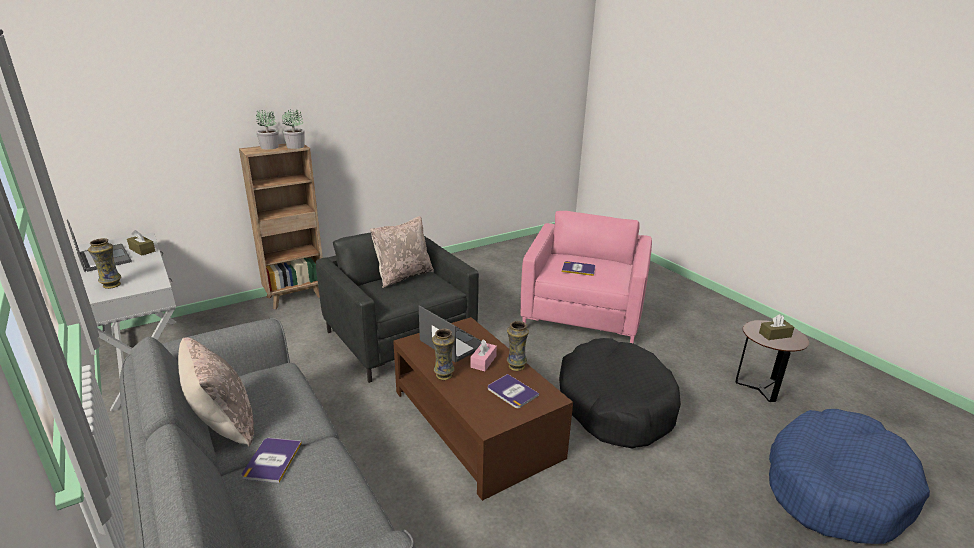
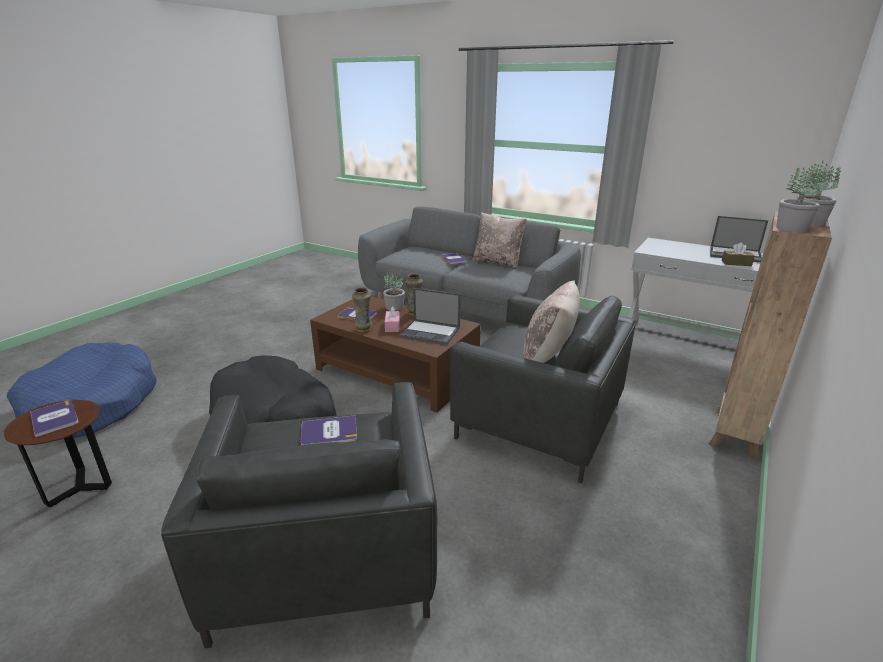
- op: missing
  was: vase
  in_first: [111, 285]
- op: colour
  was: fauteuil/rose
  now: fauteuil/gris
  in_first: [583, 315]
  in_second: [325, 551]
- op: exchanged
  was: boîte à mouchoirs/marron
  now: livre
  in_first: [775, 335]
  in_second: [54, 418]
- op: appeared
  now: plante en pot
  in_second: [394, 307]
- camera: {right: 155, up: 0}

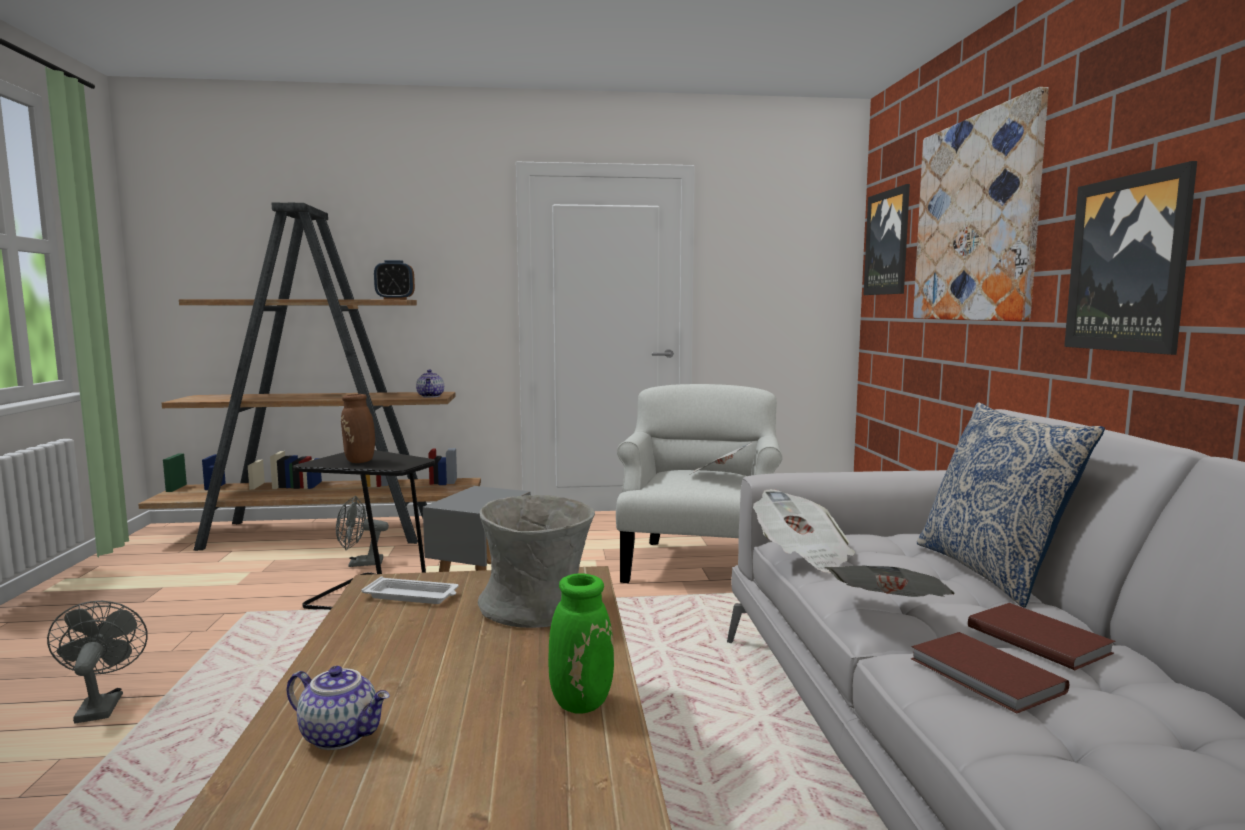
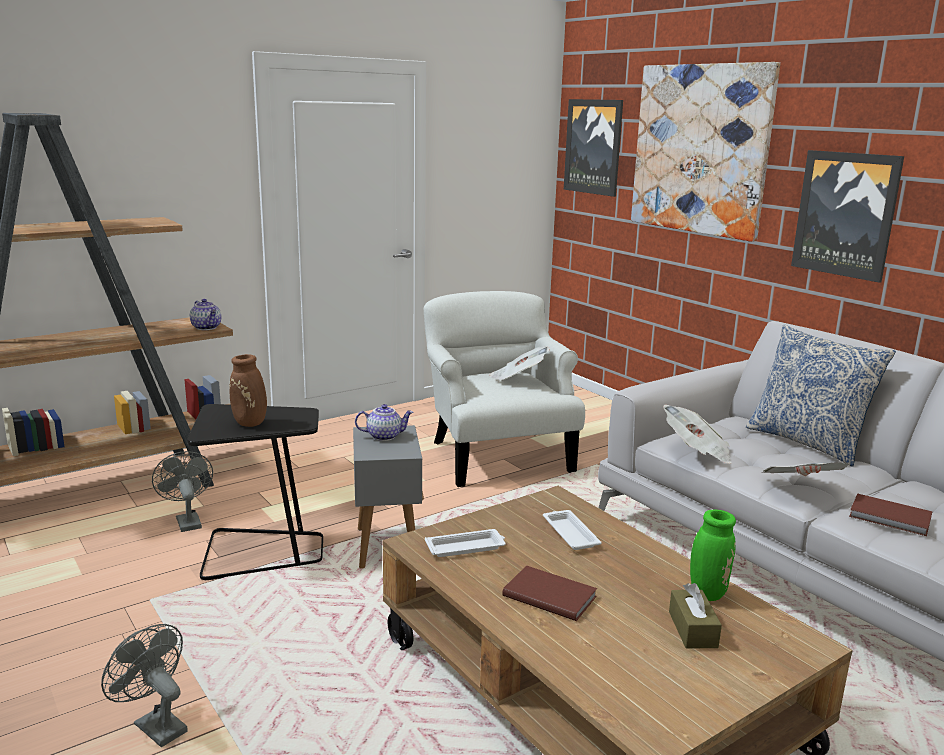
- op: relocated
  was: théière
  in_first: [341, 735]
  in_second: [384, 436]
- op: spun
  was: ventilateur/gris
  in_first: [360, 564]
  in_second: [187, 521]
  clockwise: 105
- op: missing
  was: réveil
  in_first: [395, 299]
- op: exchanged
  was: vase/gris
  now: plateau/blanc
  in_first: [537, 607]
  in_second: [569, 533]
- op: relocated
  was: livre/marron
  in_first: [1038, 638]
  in_second: [549, 595]
- op: appeared
  now: boîte à mouchoirs/marron
  in_second: [692, 629]
- camera: {right: -30, up: 10}

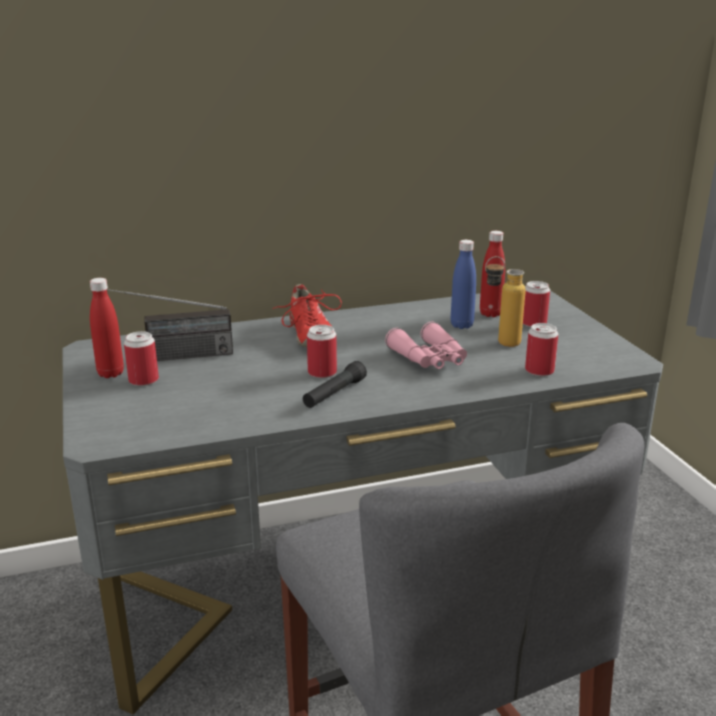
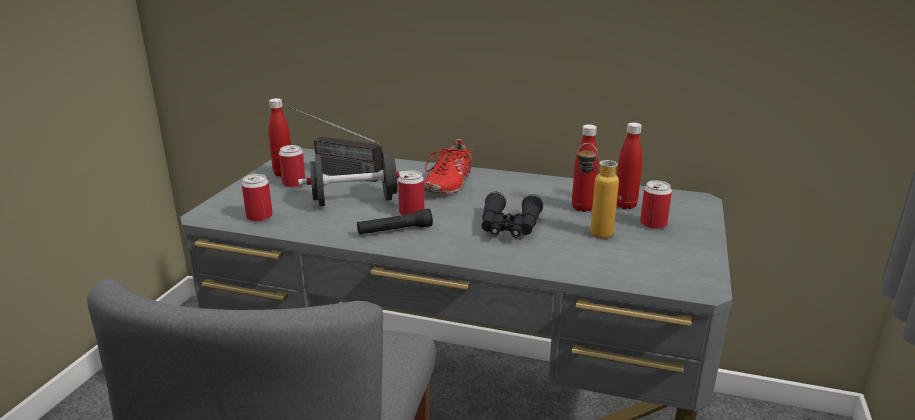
- op: colour
  was: jumelles/rose
  now: jumelles/noir
  in_first: [430, 359]
  in_second: [509, 227]
- op: colour
  was: bouteille/bleu
  now: bouteille/rouge
  in_first: [461, 325]
  in_second: [582, 208]
- op: relocated
  was: boîte métallique
  in_first: [539, 371]
  in_second: [259, 217]
- op: appeared
  now: haltère/noir
  in_second: [355, 201]
- camera: {right: 35, up: 0}

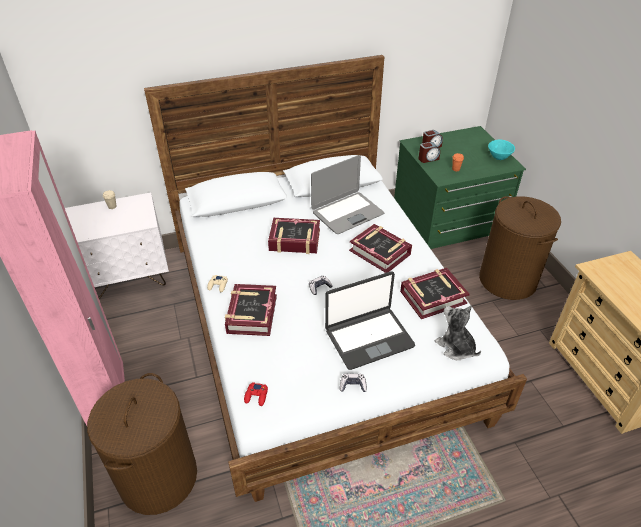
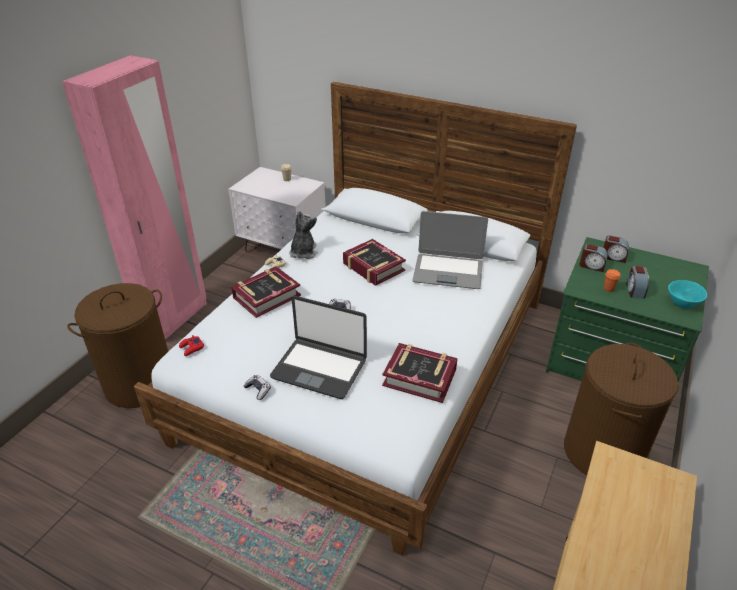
- op: missing
  was: livre
  in_first: [380, 252]
- op: relocated
  was: peluche
  in_first: [455, 347]
  in_second: [303, 252]
- op: appeared
  now: réveil
  in_second: [634, 290]
- camera: {right: 45, up: -5}

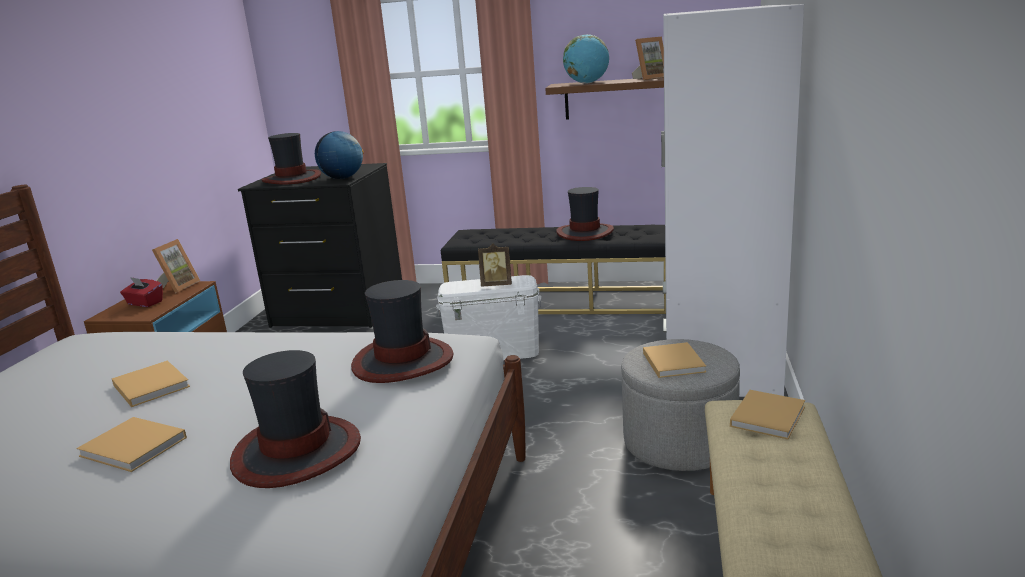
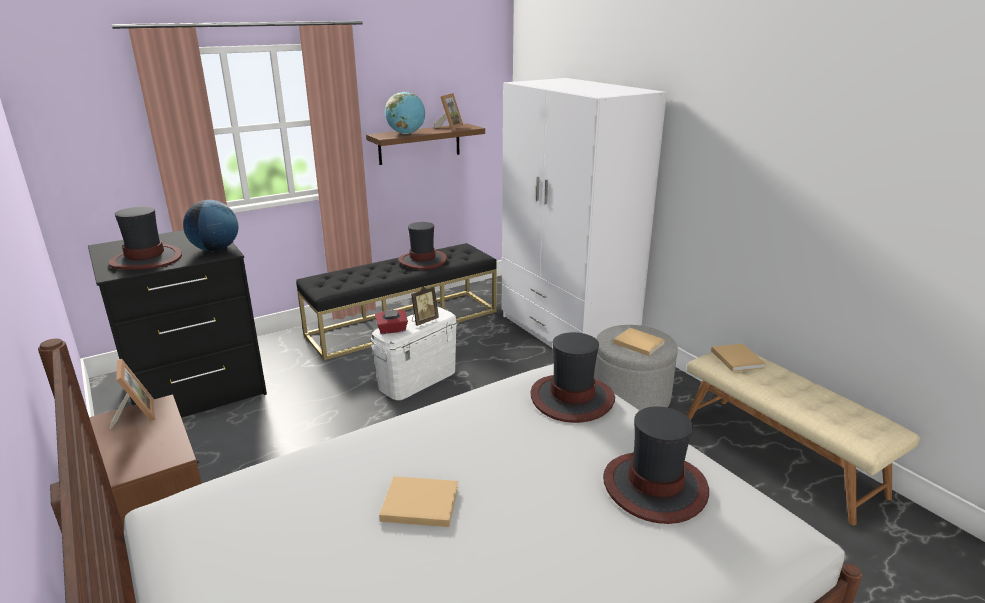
- op: missing
  was: livre/beige
  in_first: [135, 447]
- op: relocated
  was: boîte à mouchoirs/rouge
  in_first: [144, 303]
  in_second: [392, 330]
- camera: {right: -45, up: 5}

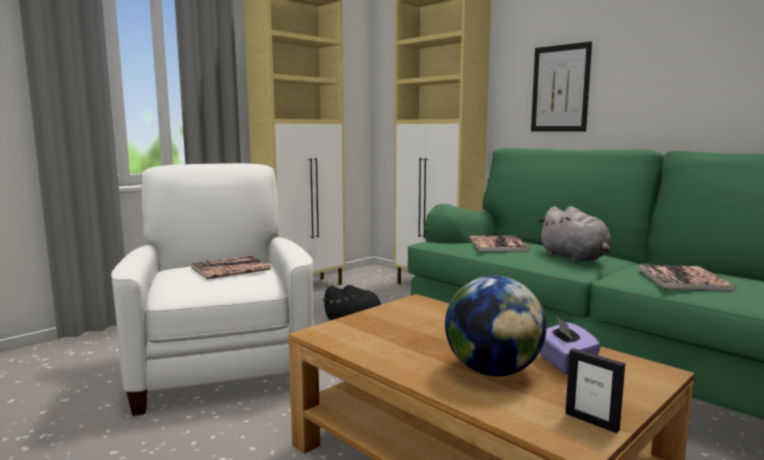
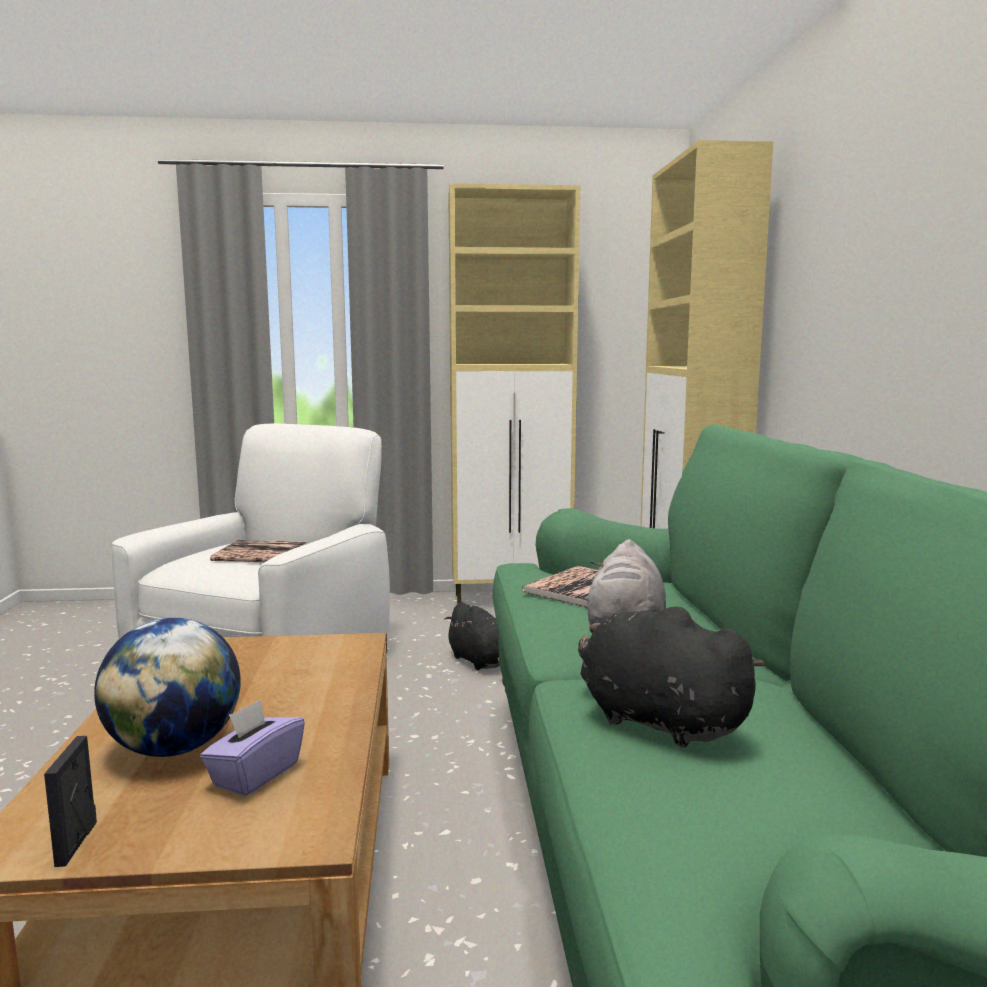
- op: missing
  was: tableau
  in_first: [560, 88]
- op: exchanged
  was: livre
  now: peluche/noir
  in_first: [683, 279]
  in_second: [655, 721]
- camera: {right: 40, up: 0}

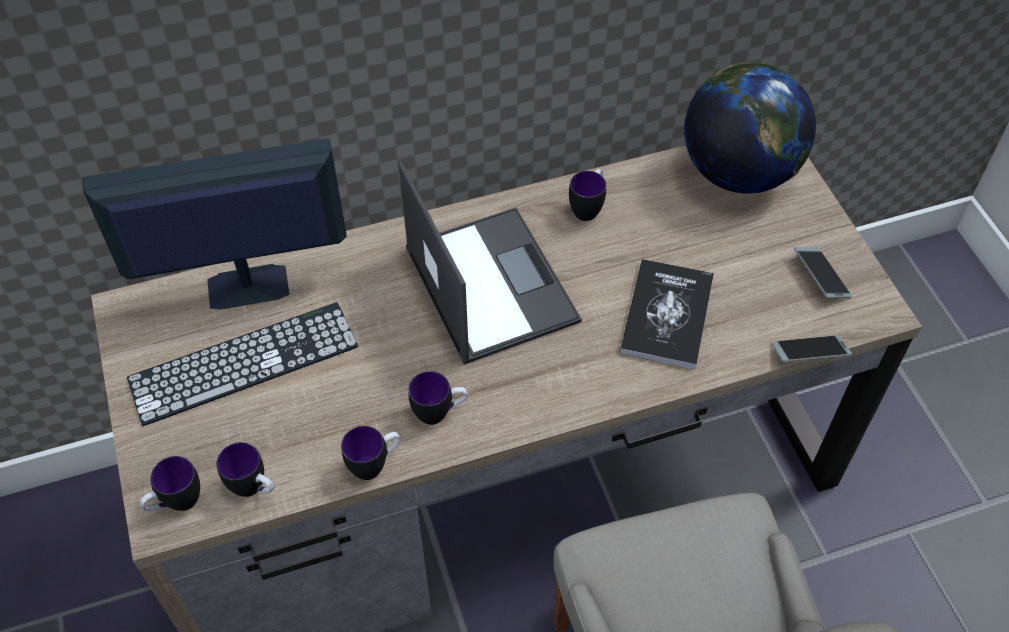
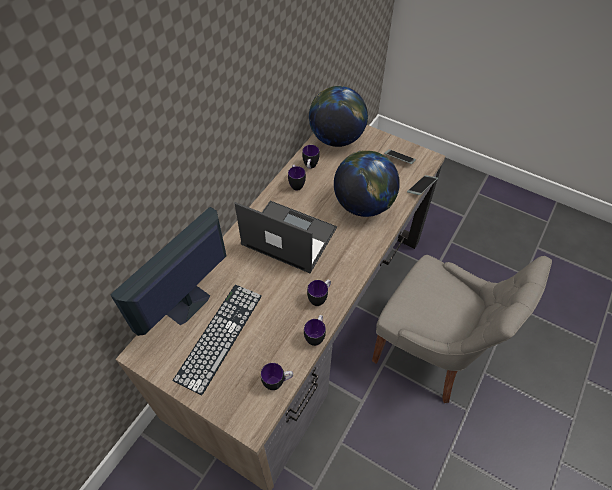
- op: relocated
  was: mug
  in_first: [176, 504]
  in_second: [310, 167]
- op: exchanged
  was: livre
  now: globe
  in_first: [667, 315]
  in_second: [363, 205]
- camera: {right: -40, up: 0}

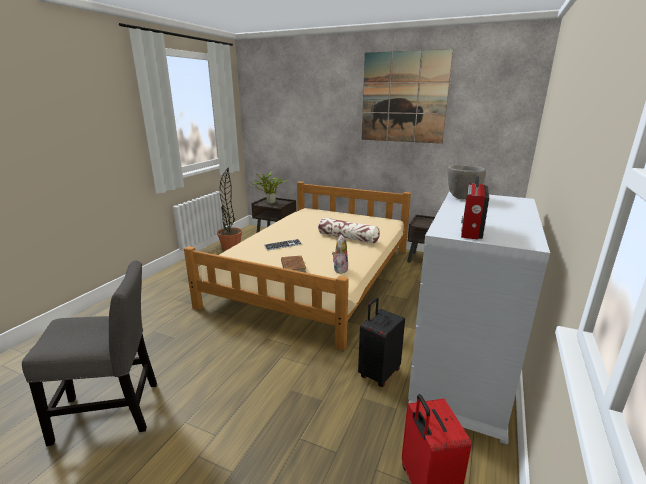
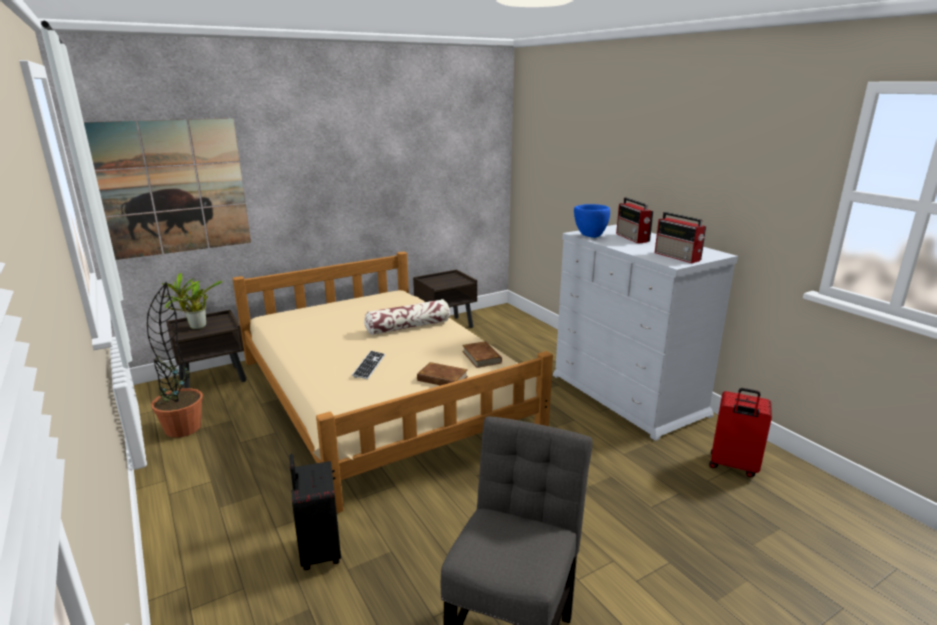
- op: exchanged
  was: peluche
  now: livre/marron
  in_first: [340, 269]
  in_second: [481, 357]
- op: relocated
  was: valise/noir
  in_first: [378, 373]
  in_second: [318, 551]
- op: relocated
  was: tableau
  in_first: [403, 98]
  in_second: [174, 187]
- op: colour
  was: bol/gris
  now: bol/bleu
  in_first: [462, 197]
  in_second: [590, 235]
- op: appeared
  now: radio
  in_second: [632, 238]
- camera: {right: -55, up: 0}

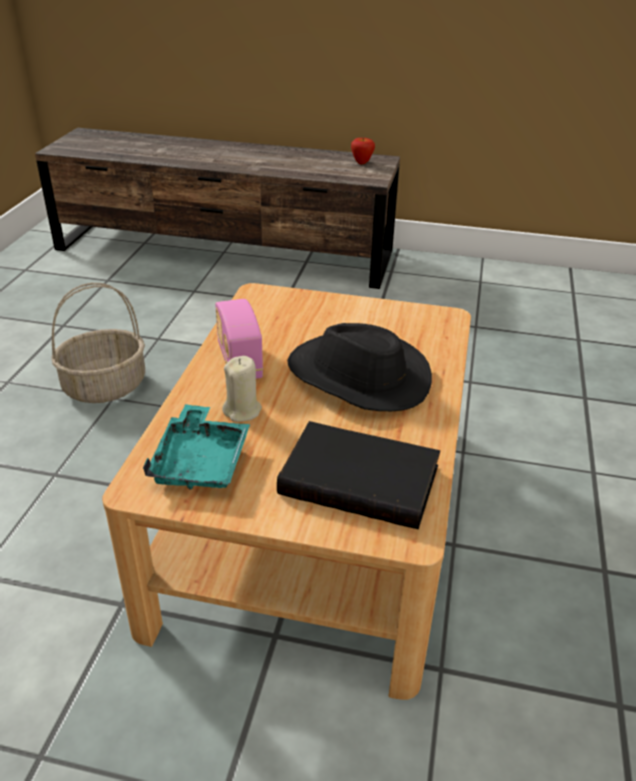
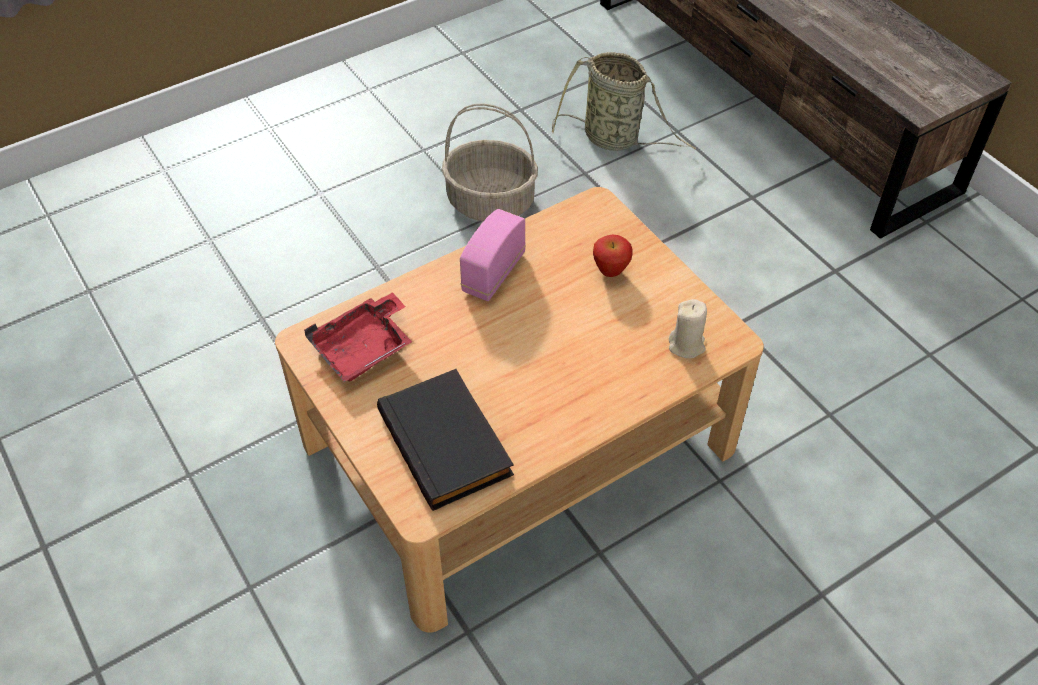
- op: colour
  was: plateau/turquoise
  now: plateau/rouge
  in_first: [201, 462]
  in_second: [364, 348]
- op: relocated
  was: bougie/beige
  in_first: [242, 411]
  in_second: [686, 345]
- op: missing
  was: chapeau/noir
  in_first: [357, 377]
- op: relocated
  was: pomme
  in_first: [362, 163]
  in_second: [610, 272]
- op: appeared
  now: panier
  in_second: [615, 139]
- camera: {right: 45, up: 15}

